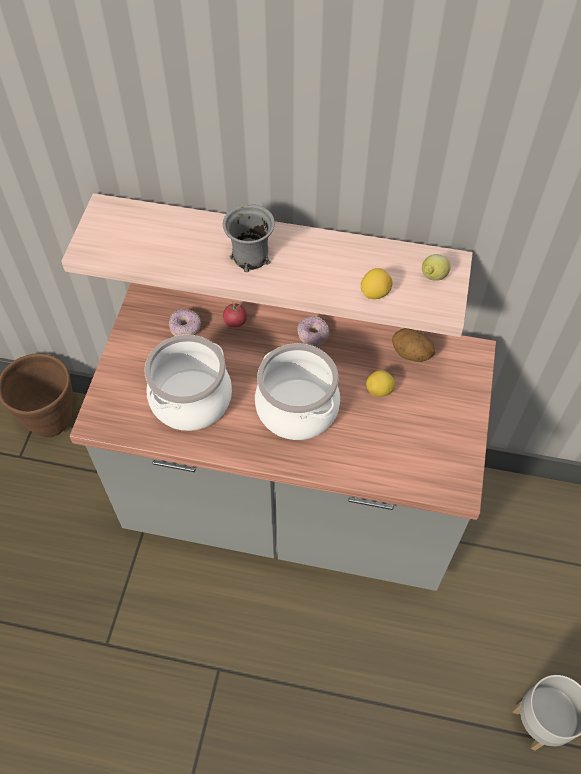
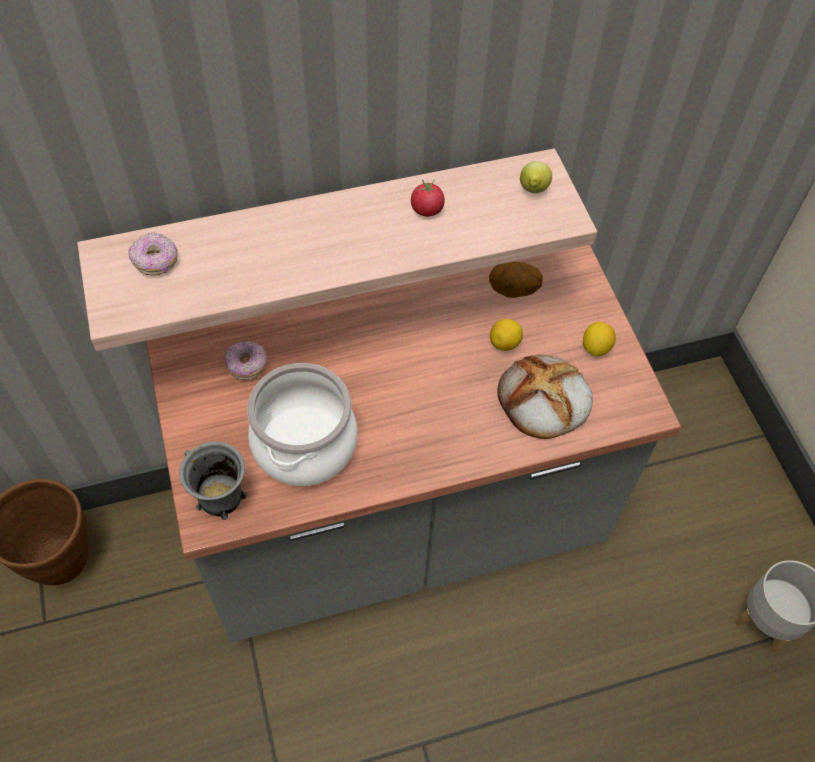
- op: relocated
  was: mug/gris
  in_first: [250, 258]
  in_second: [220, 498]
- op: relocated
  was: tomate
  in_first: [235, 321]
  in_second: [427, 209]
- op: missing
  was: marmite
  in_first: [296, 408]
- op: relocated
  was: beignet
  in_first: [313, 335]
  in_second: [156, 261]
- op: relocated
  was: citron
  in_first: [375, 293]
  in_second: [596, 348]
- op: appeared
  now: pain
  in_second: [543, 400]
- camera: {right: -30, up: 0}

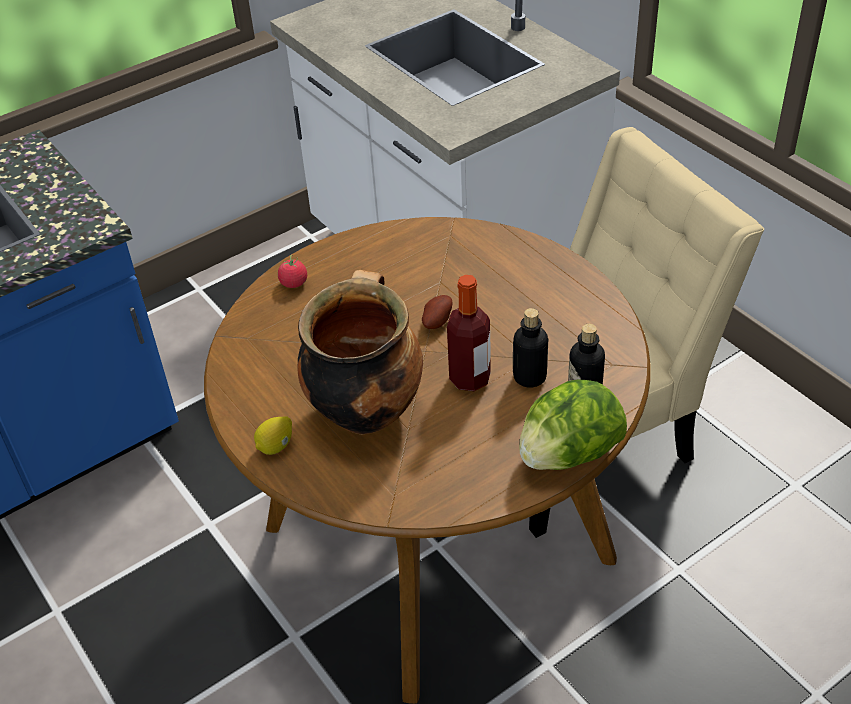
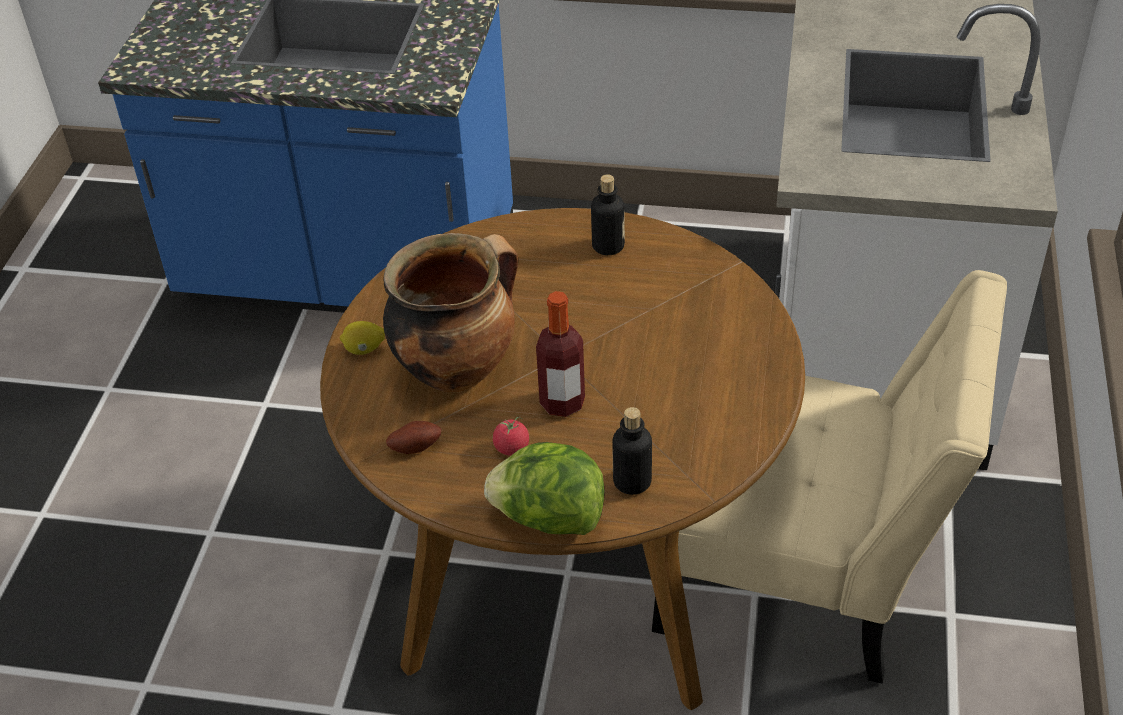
- op: relocated
  was: tomate
  in_first: [294, 283]
  in_second: [511, 448]
- op: relocated
  was: pomme de terre
  in_first: [436, 321]
  in_second: [415, 446]
- op: relocated
  was: bouteille
  in_first: [529, 377]
  in_second: [608, 246]
- camera: {right: 45, up: 0}

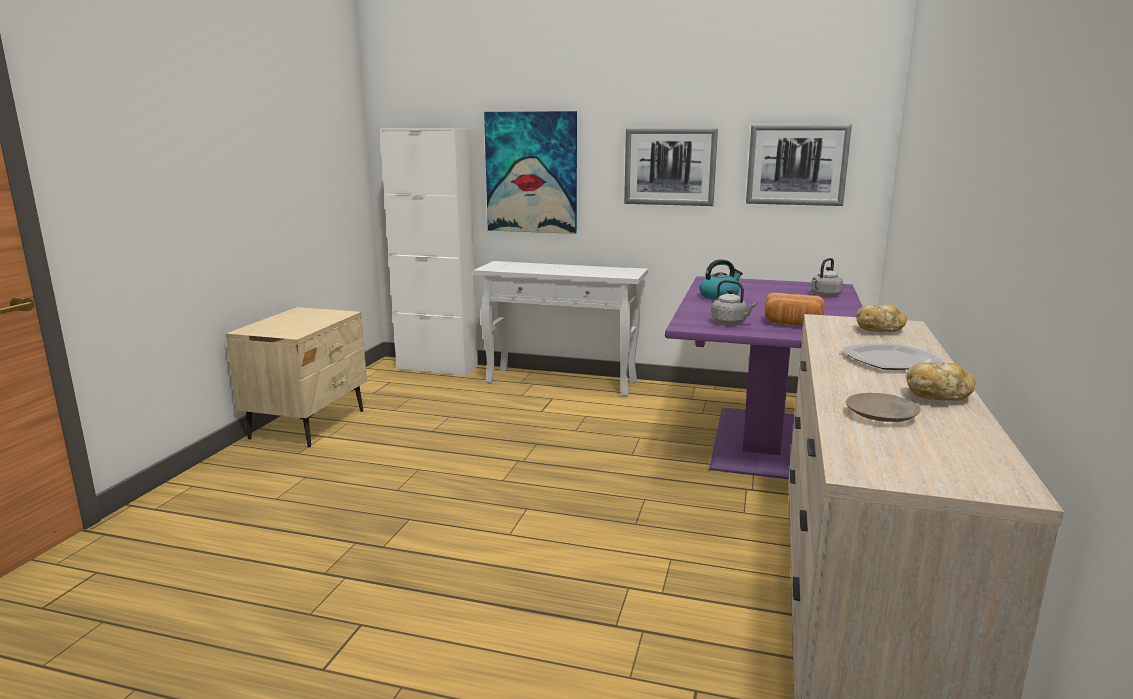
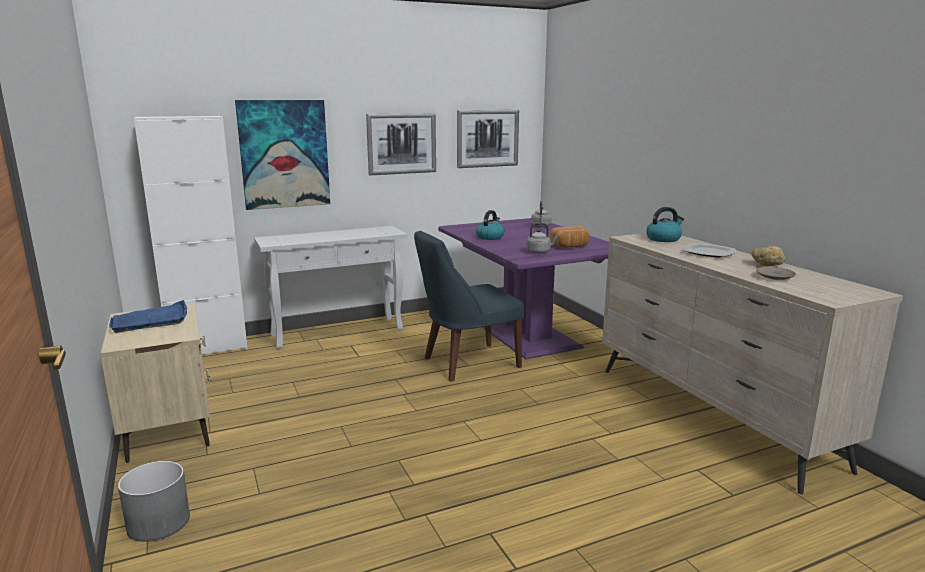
- op: exchanged
  was: pain
  now: bouilloire
  in_first: [879, 330]
  in_second: [663, 239]
- op: appeared
  now: plateau/bleu
  in_second: [151, 320]
- op: appeared
  now: cache-pot/gris
  in_second: [158, 522]
- op: appeared
  now: chaise/bleu
  in_second: [467, 363]
- camera: {right: -40, up: 0}

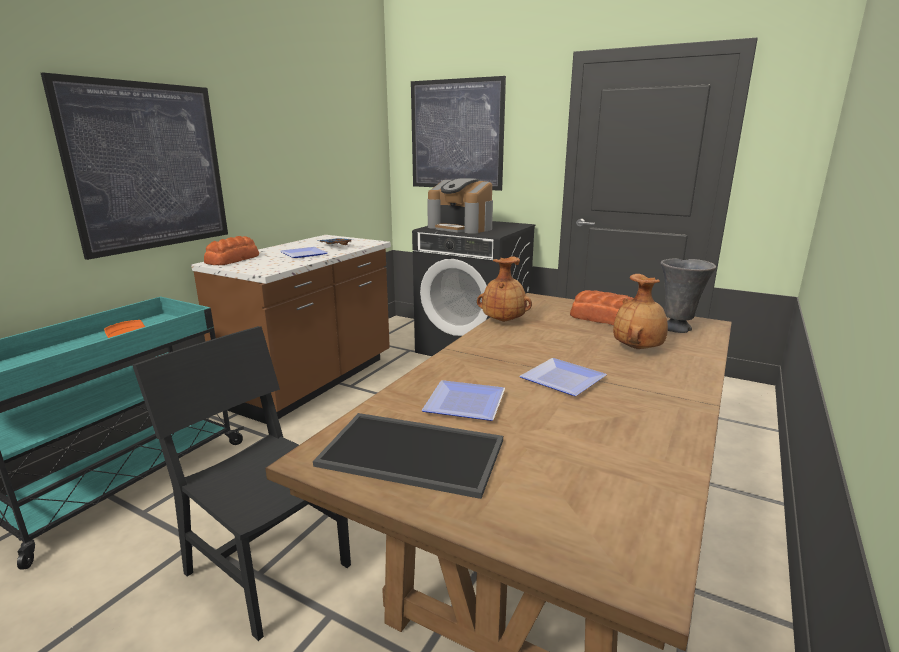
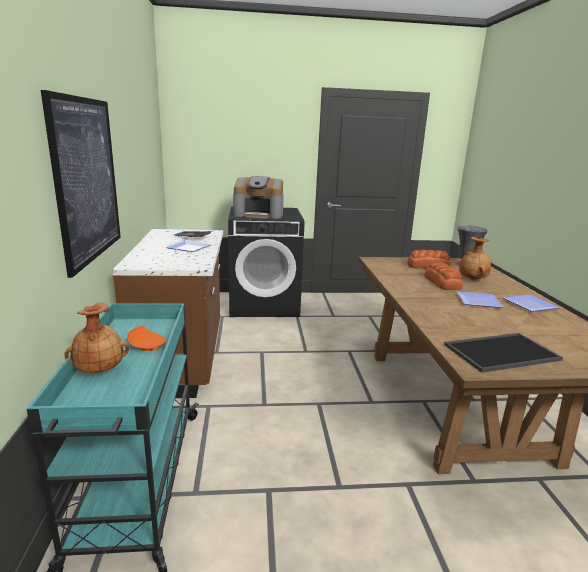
- op: missing
  was: chaise/noir
  in_first: [268, 568]
- op: relocated
  was: pain
  in_first: [233, 260]
  in_second: [442, 282]
- op: missing
  was: tableau
  in_first: [456, 135]
- op: relocated
  was: assiette
  in_first: [462, 404]
  in_second: [530, 305]
- op: relocated
  was: vase/marron
  in_first: [503, 321]
  in_second: [100, 369]
- camera: {right: -35, up: 0}

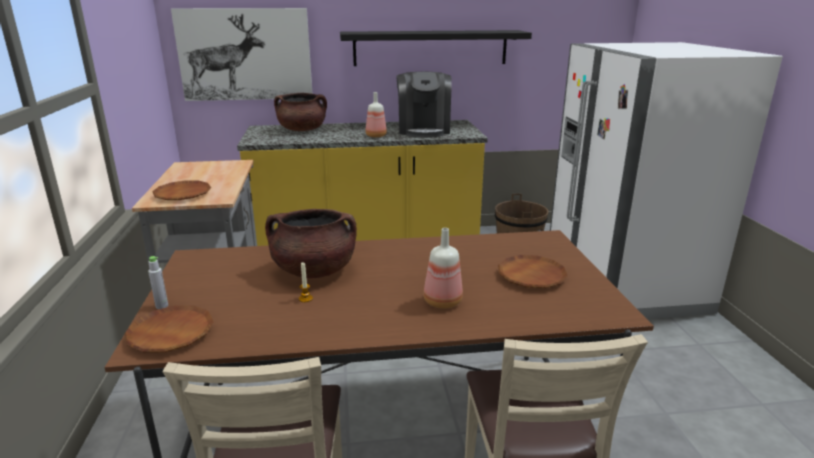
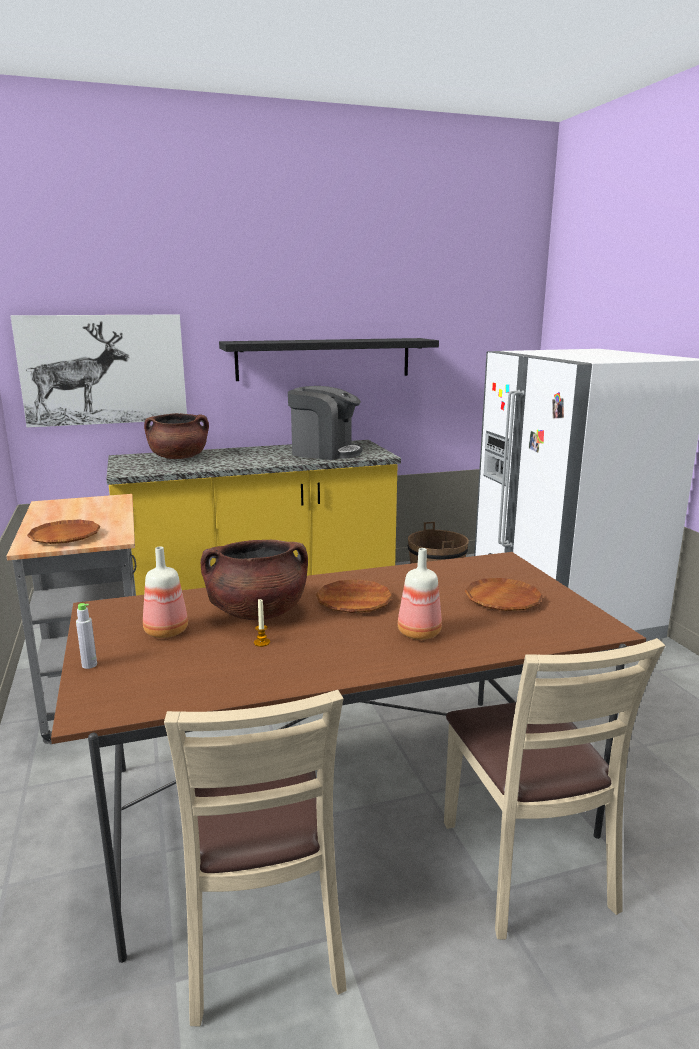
- op: relocated
  was: assiette/marron
  in_first: [171, 334]
  in_second: [354, 601]
- op: relocated
  was: bouteille
  in_first: [375, 136]
  in_second: [165, 632]
- op: spun
  was: machine à café
  in_first: [423, 130]
  in_second: [324, 452]
  clockwise: -60
- camera: {right: -10, up: -5}

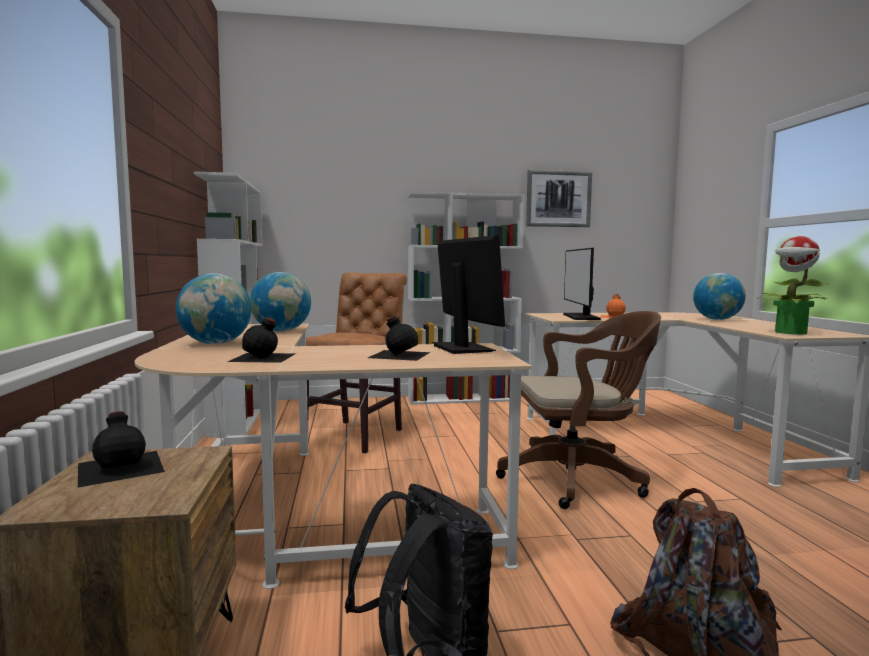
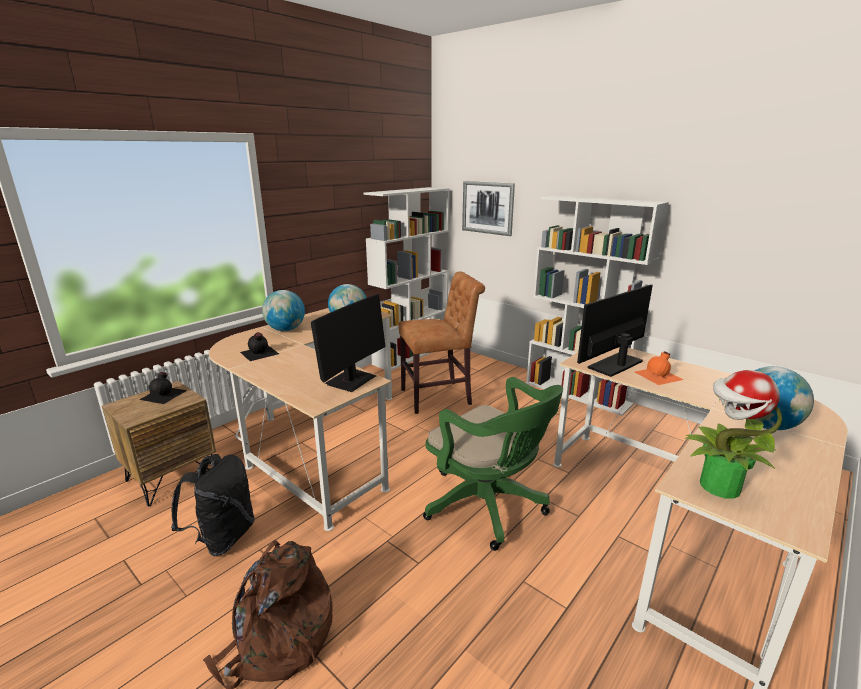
- op: missing
  was: bouteille/noir
  in_first: [399, 354]
- op: colour
  was: chaise de bureau/marron
  now: chaise de bureau/vert
  in_first: [578, 479]
  in_second: [489, 507]
- op: relocated
  was: tableau
  in_first: [558, 199]
  in_second: [487, 208]
- camera: {right: 50, up: 15}

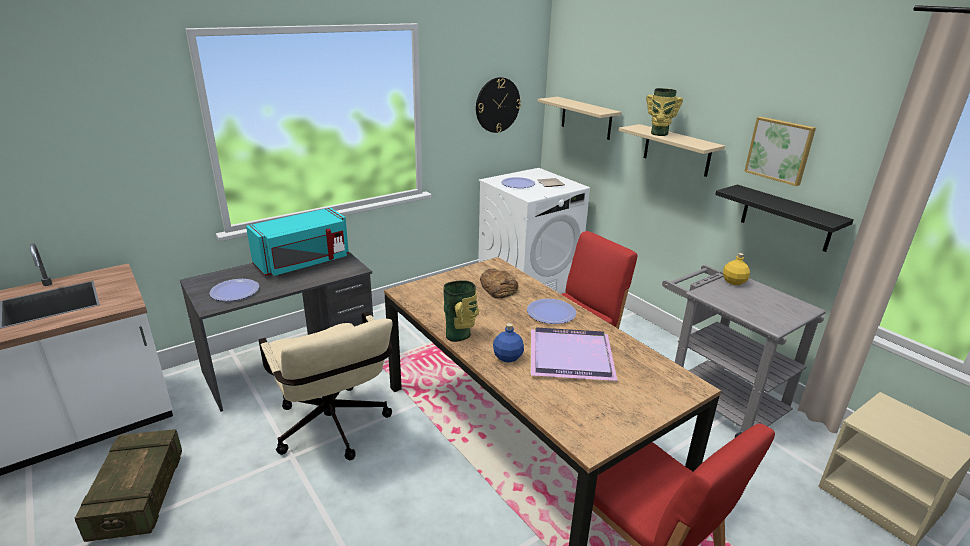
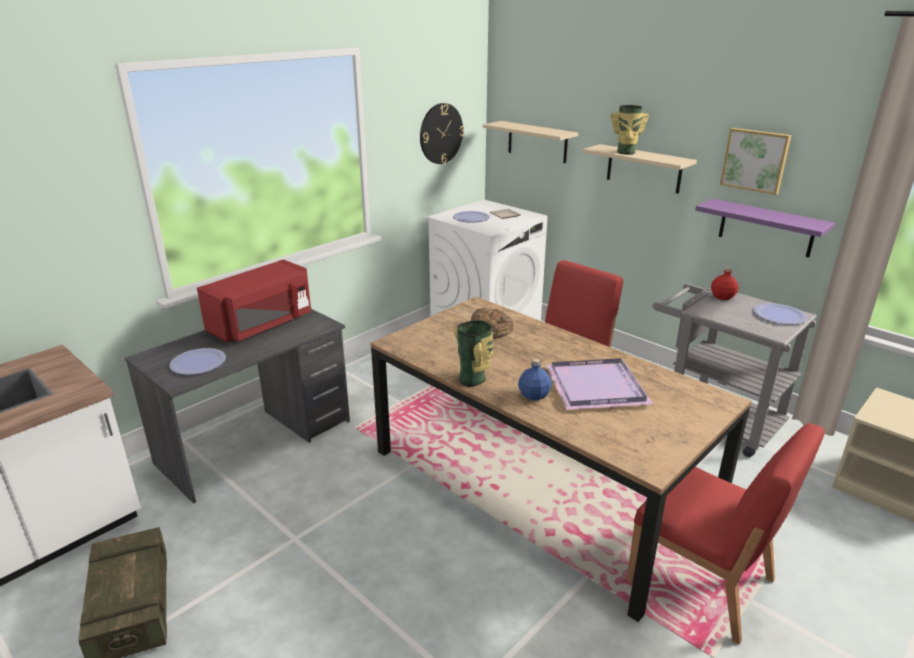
- op: colour
  was: micro-ondes/turquoise
  now: micro-ondes/rouge
  in_first: [303, 262]
  in_second: [263, 324]
- op: missing
  was: chaise de bureau/beige
  in_first: [334, 431]
- op: relocated
  was: assiette
  in_first: [551, 312]
  in_second: [779, 315]
- op: colour
  was: étagère/noir
  now: étagère/violet
  in_first: [786, 218]
  in_second: [766, 228]
- op: colour
  was: bouteille/jaune
  now: bouteille/rouge
  in_first: [734, 282]
  in_second: [723, 297]
- camera: {right: -10, up: 0}

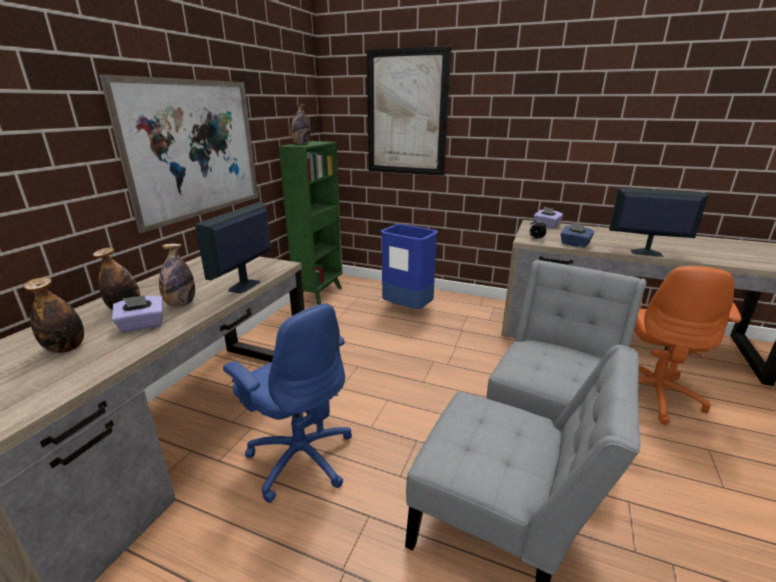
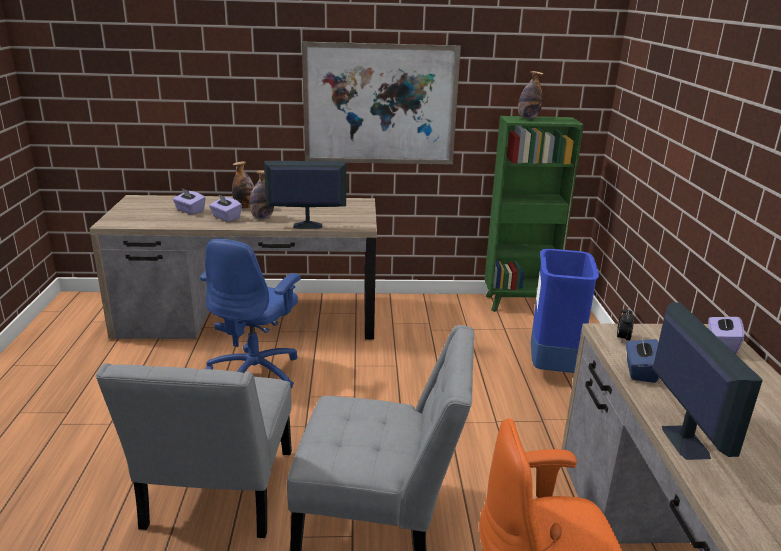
- op: exchanged
  was: bouteille
  now: boîte à mouchoirs/violet
  in_first: [66, 348]
  in_second: [190, 211]
- op: missing
  was: tableau
  in_first: [406, 114]
- camera: {right: 65, up: 0}

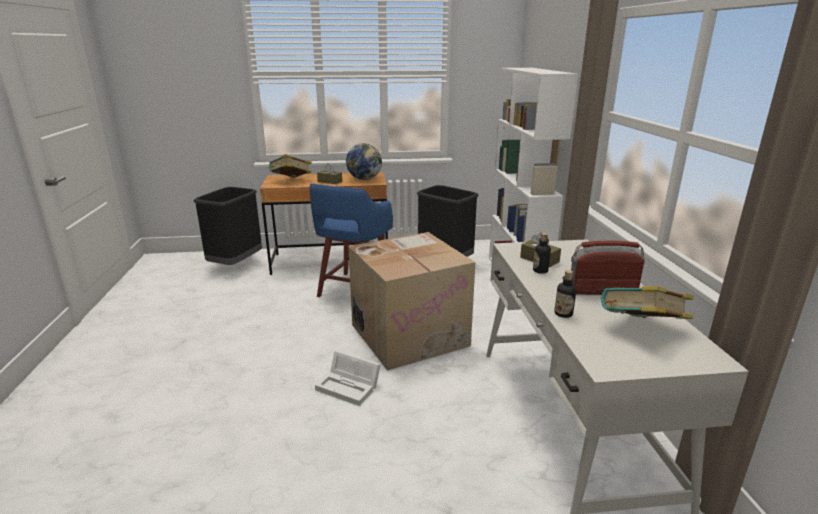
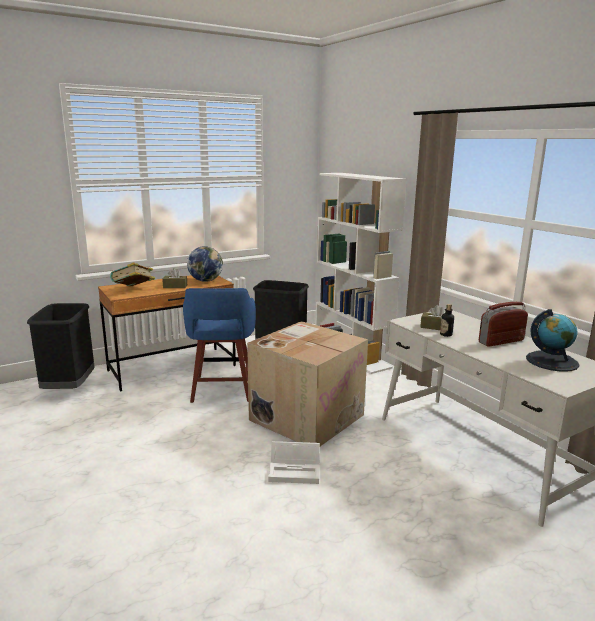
- op: missing
  was: bouteille
  in_first: [563, 314]
- op: exchanged
  was: livre
  now: globe
  in_first: [641, 329]
  in_second: [552, 361]
- camera: {right: -25, up: -5}

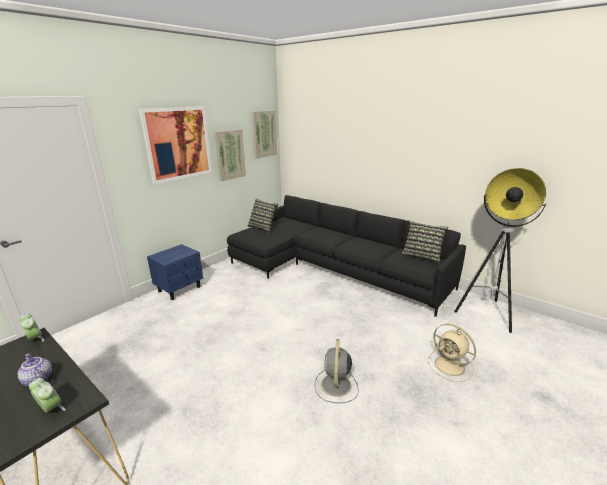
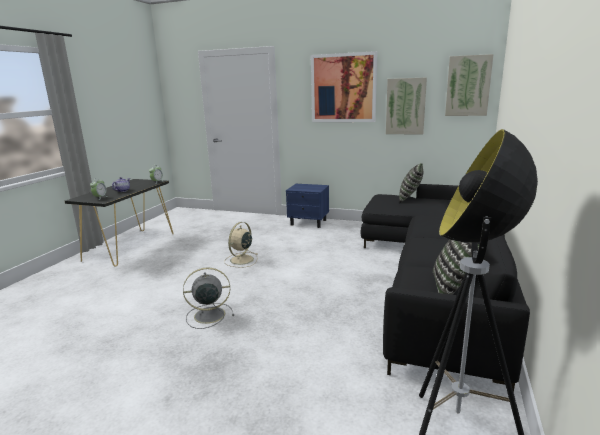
- op: relocated
  was: ventilateur/beige
  in_first: [450, 366]
  in_second: [241, 260]
- camera: {right: 70, up: -5}

